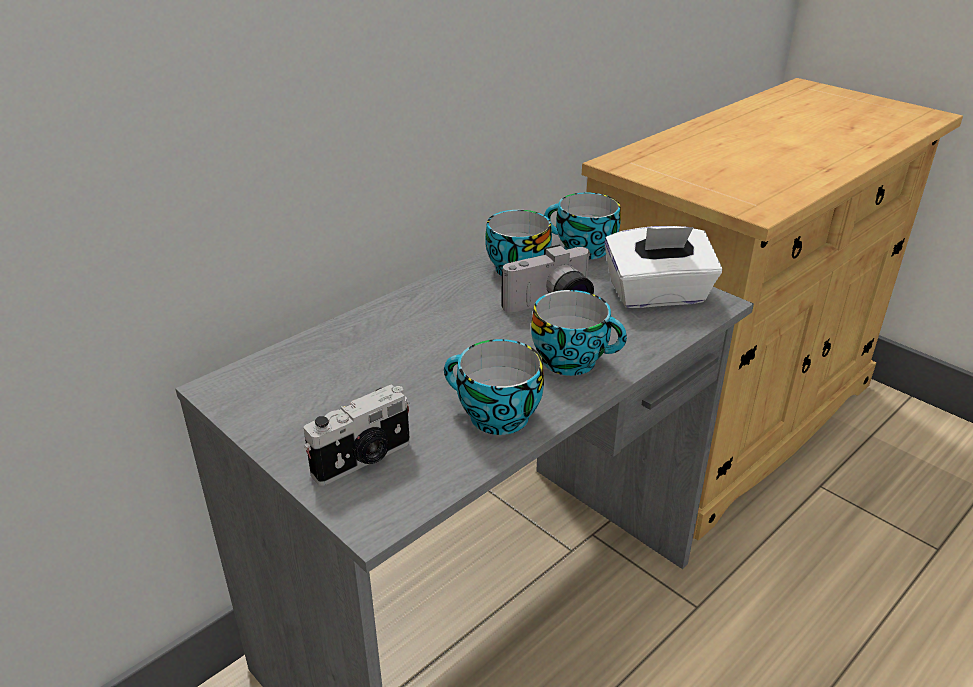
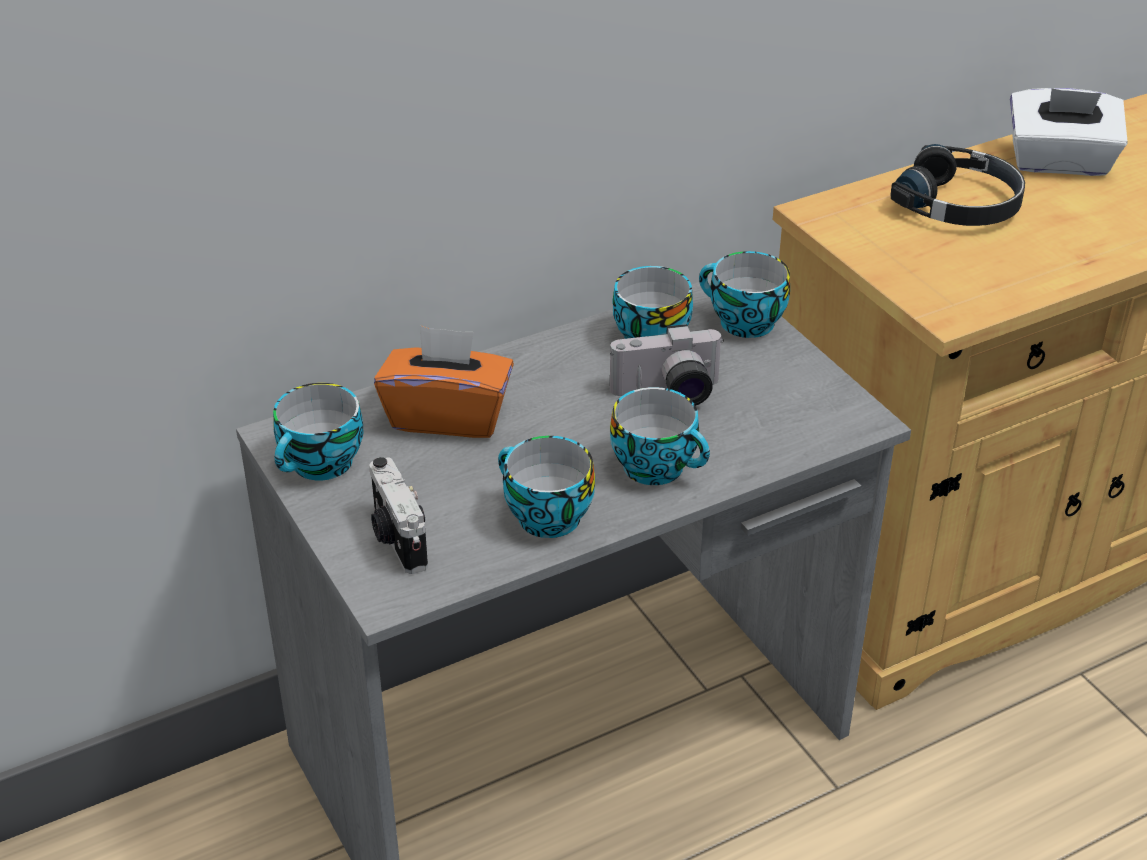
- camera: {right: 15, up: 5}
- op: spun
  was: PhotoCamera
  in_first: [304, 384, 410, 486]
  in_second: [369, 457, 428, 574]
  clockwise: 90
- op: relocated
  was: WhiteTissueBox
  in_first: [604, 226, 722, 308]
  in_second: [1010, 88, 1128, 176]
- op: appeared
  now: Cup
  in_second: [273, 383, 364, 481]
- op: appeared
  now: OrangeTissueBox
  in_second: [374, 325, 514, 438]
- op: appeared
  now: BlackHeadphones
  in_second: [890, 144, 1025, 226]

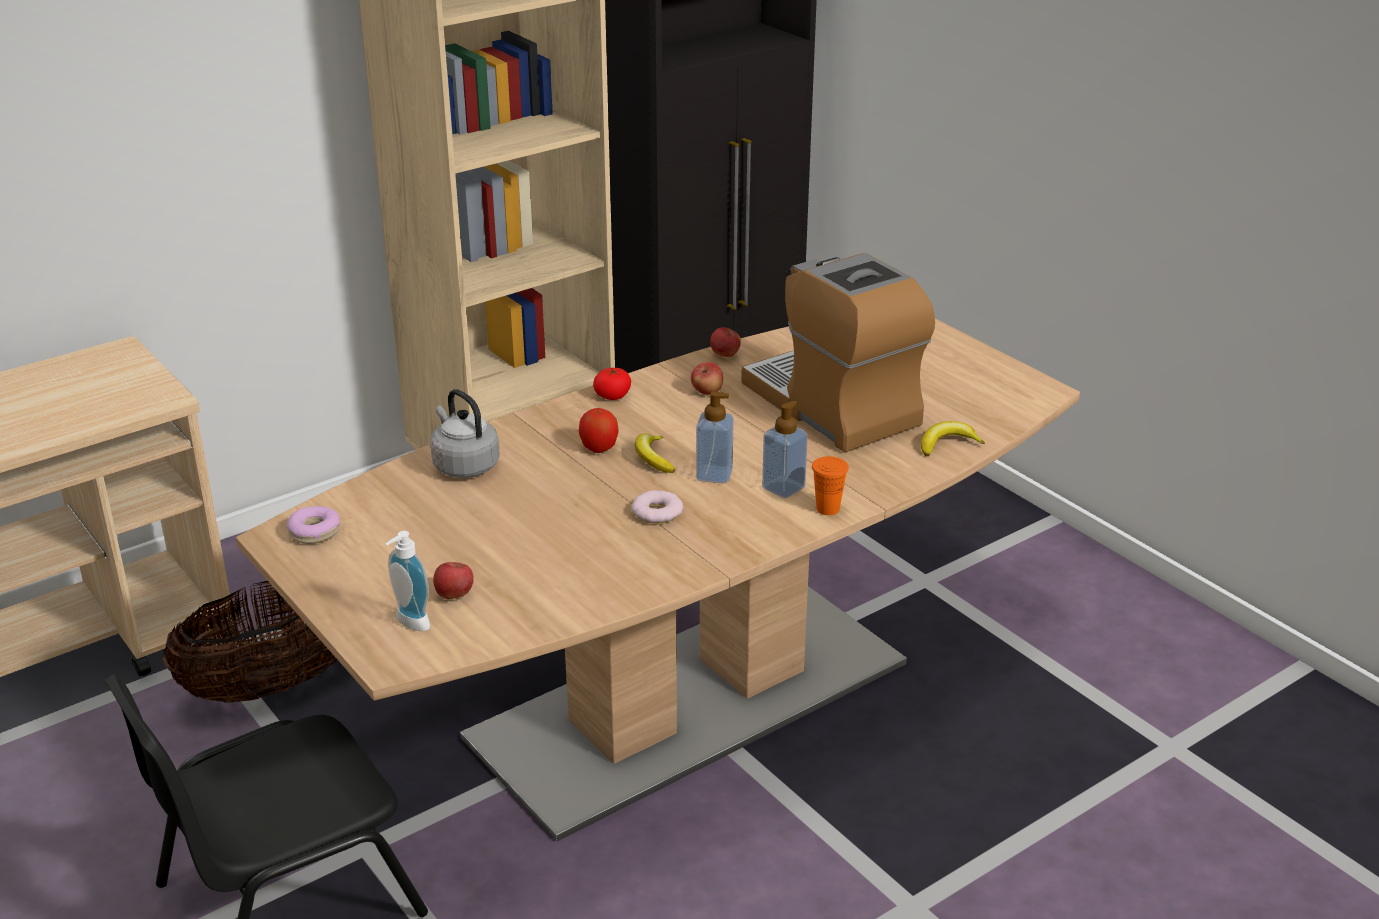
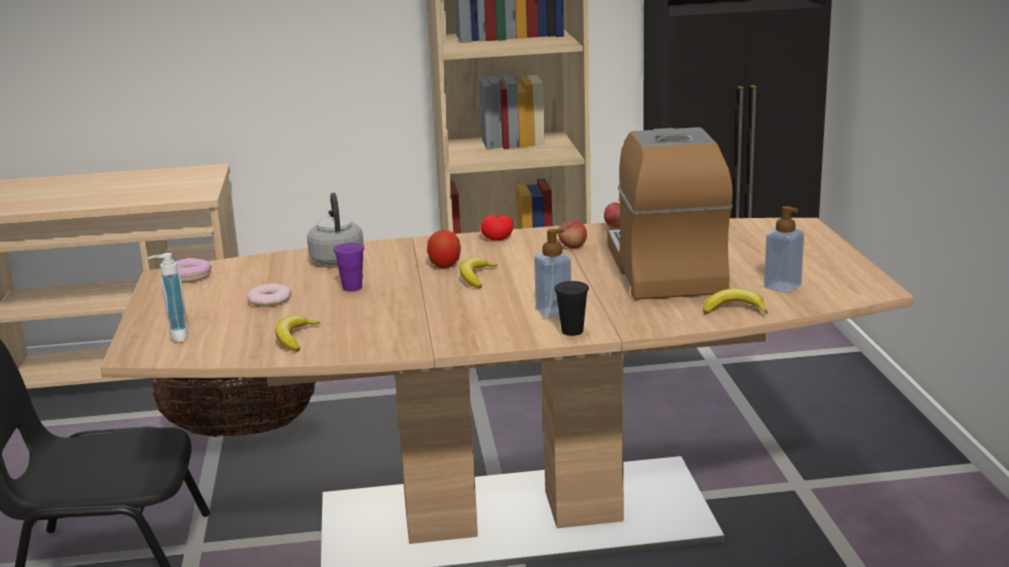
- camera: {right: 30, up: -10}
- op: missing
  was: Apple
  in_first: [433, 562, 474, 599]
- op: relocated
  was: Donut
  in_first: [631, 490, 683, 524]
  in_second: [247, 284, 292, 307]
- op: relocated
  was: SoapDispenser
  in_first: [696, 391, 734, 483]
  in_second: [764, 206, 804, 293]
- op: colour
  was: OrangeCup
  now: BlackCup
  in_first: [812, 456, 849, 515]
  in_second: [554, 281, 589, 336]
- op: appeared
  now: Banana
  in_second: [275, 315, 321, 352]
- op: appeared
  now: PurpleCup
  in_second: [333, 243, 364, 292]

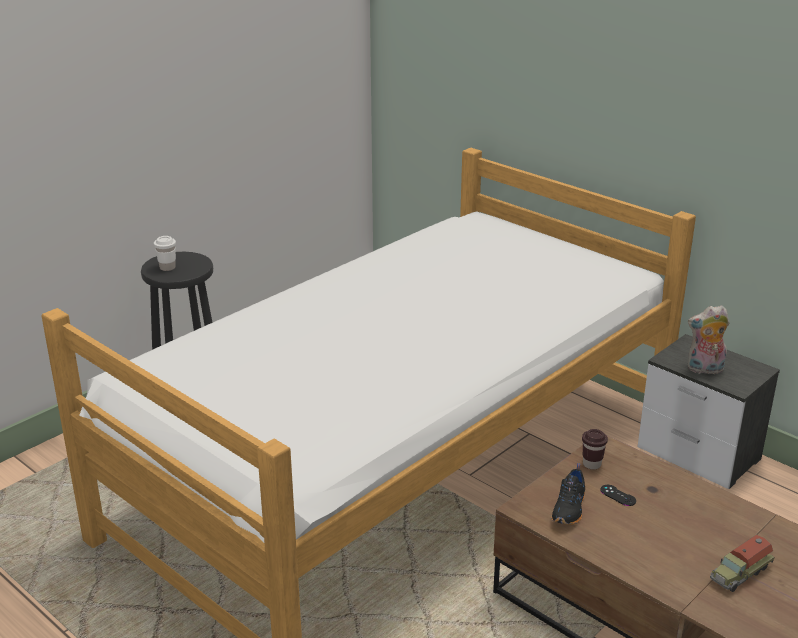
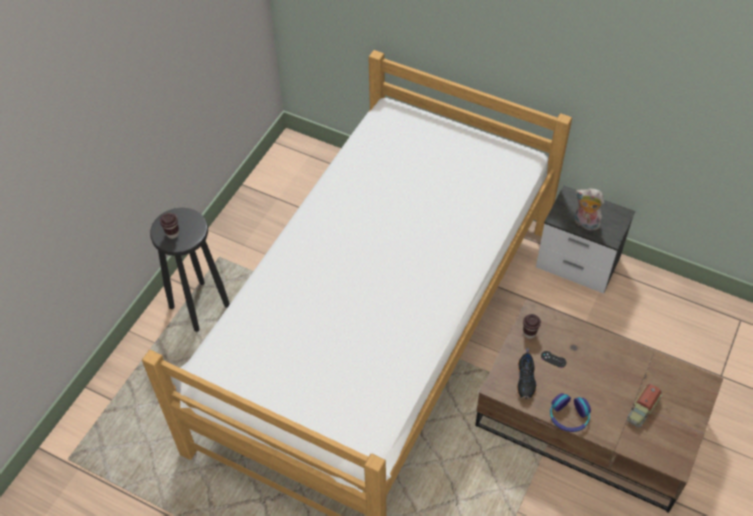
- camera: {right: -15, up: 25}
- op: colour
  was: WhiteCup
  now: BrownCup
  in_first: [154, 236, 176, 271]
  in_second: [160, 213, 179, 239]
- op: spun
  was: PlushToy
  in_first: [688, 305, 730, 374]
  in_second: [575, 188, 604, 231]
  clockwise: 45
- op: appeared
  now: Headphones
  in_second: [550, 393, 591, 432]

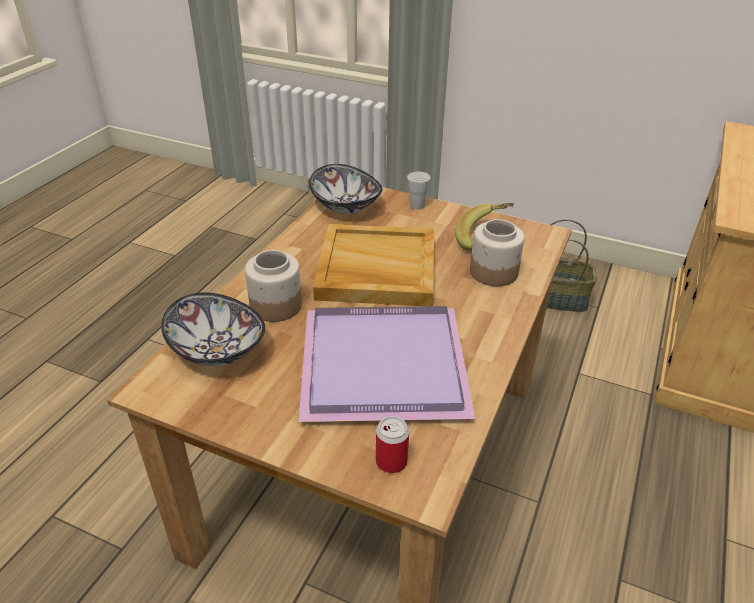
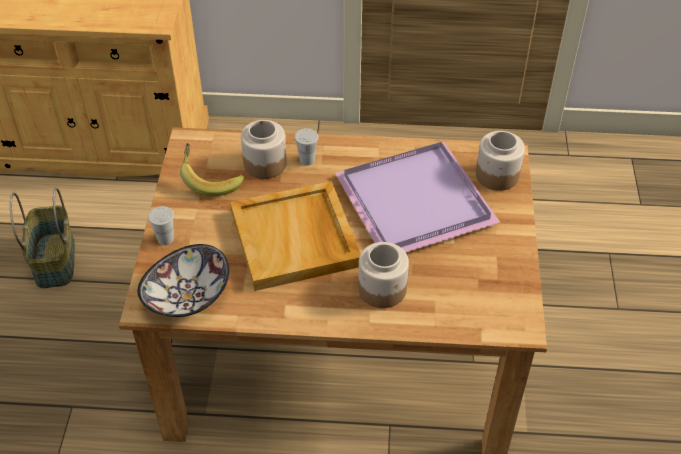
- camera: {right: -110, up: 10}
- op: missing
  was: Bowl
  in_first: [161, 293, 265, 366]
- op: exchanged
  was: Can
  now: Jar
  in_first: [376, 416, 409, 473]
  in_second: [476, 131, 525, 191]
- op: appeared
  now: WhiteCup
  in_second: [294, 128, 318, 166]

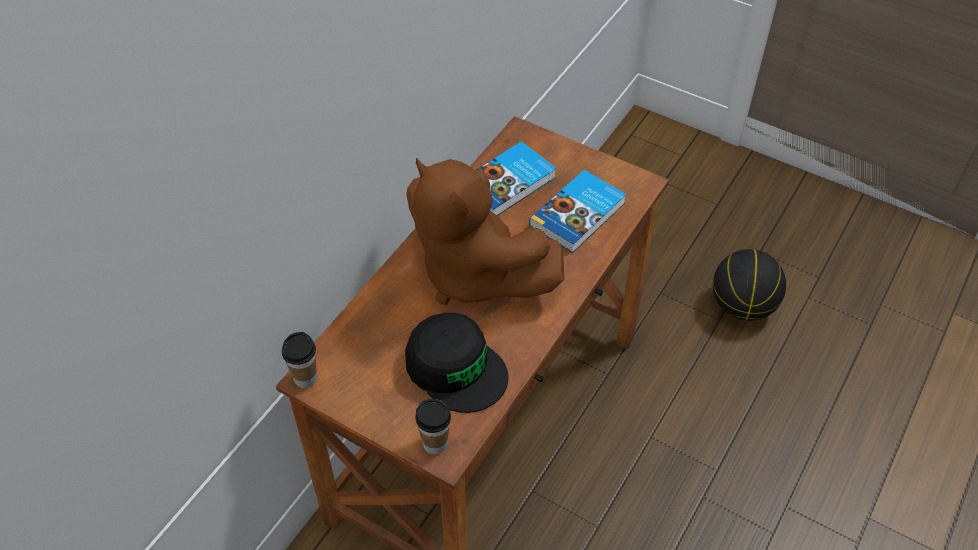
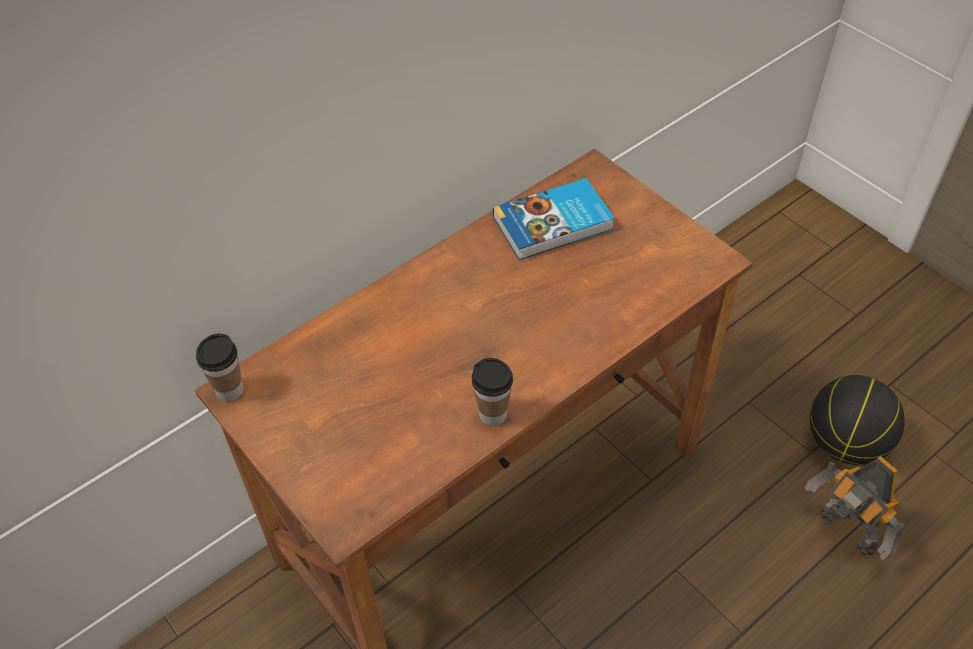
- camera: {right: 20, up: 0}
- op: missing
  was: BlackCap
  in_first: [405, 313, 509, 413]
- op: missing
  was: BrownPlushToy
  in_first: [406, 158, 564, 305]
- op: relocated
  was: Cup
  in_first: [415, 399, 451, 455]
  in_second: [472, 358, 513, 426]
- op: missing
  was: Book
  in_first: [529, 170, 626, 253]
- op: appeared
  now: ToyRobot
  in_second: [804, 456, 906, 561]

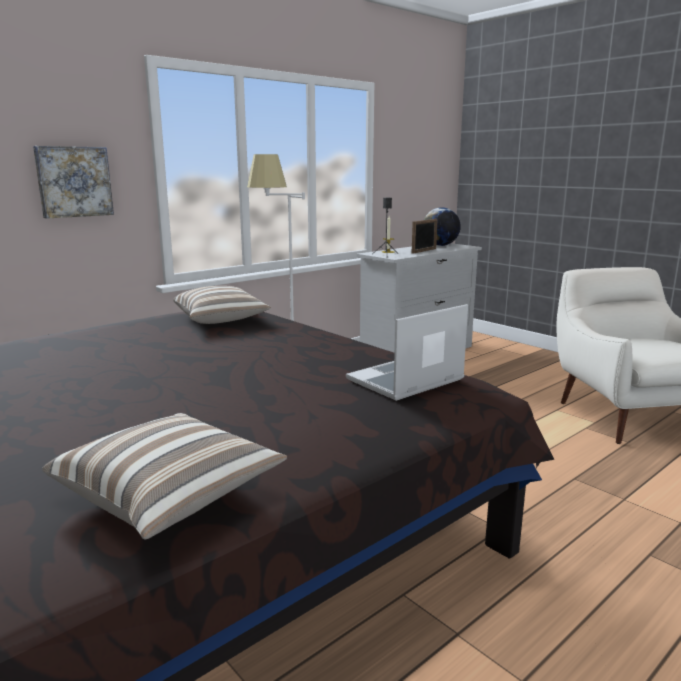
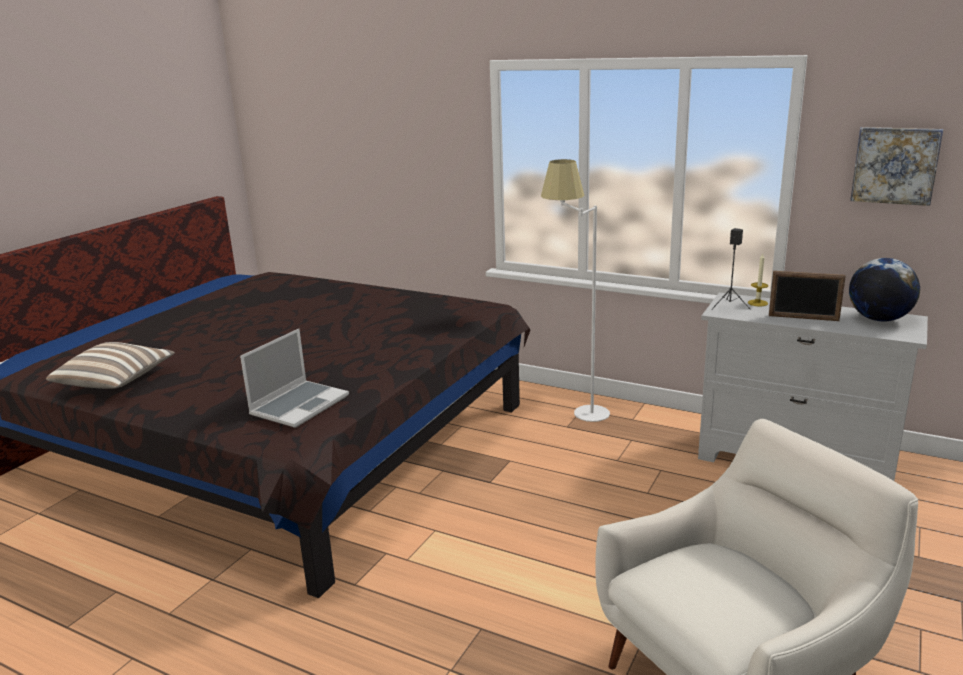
- camera: {right: 70, up: 5}
- op: relocated
  was: Picture
  in_first: [33, 146, 114, 219]
  in_second: [850, 127, 943, 206]
- op: missing
  was: Pillow
  in_first: [173, 286, 271, 324]
- op: spun
  was: Laptop
  in_first: [346, 304, 468, 401]
  in_second: [240, 329, 349, 428]
  clockwise: 90

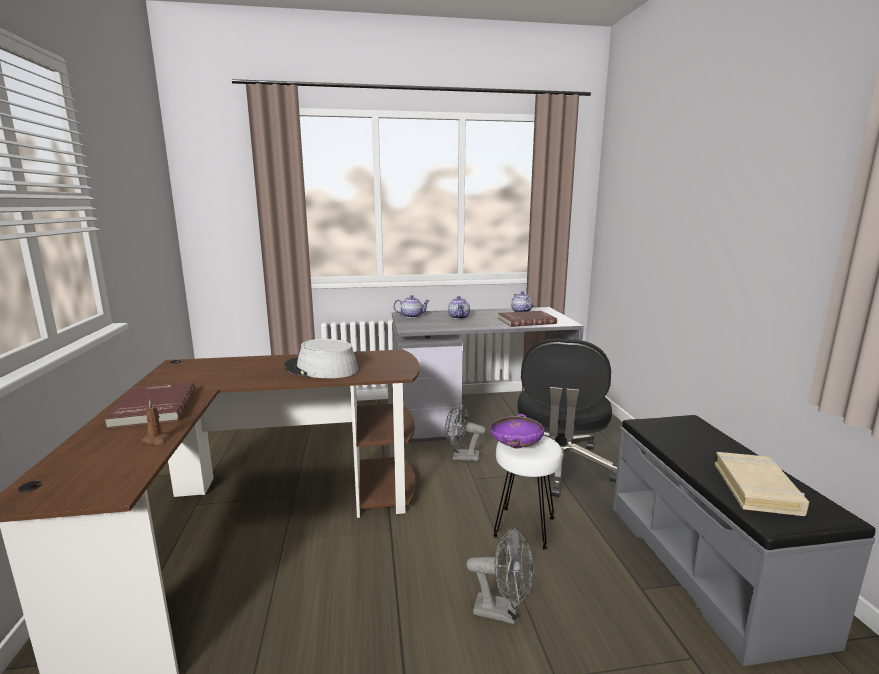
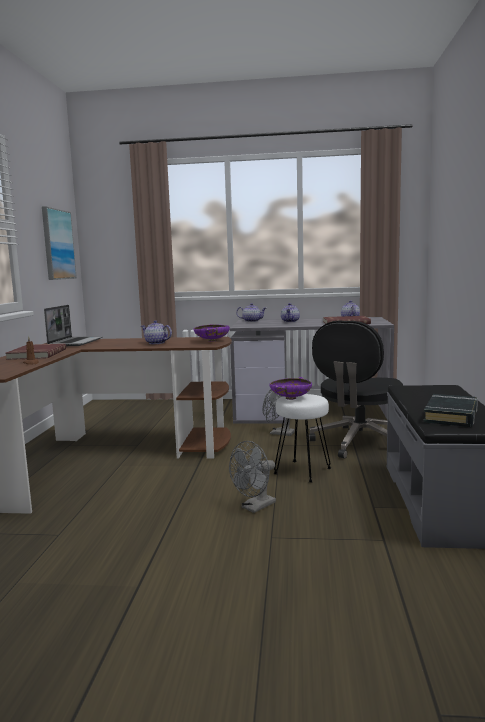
- camera: {right: 15, up: -5}
- op: exchanged
  was: GreyHat
  now: Teapot
  in_first: [284, 339, 358, 378]
  in_second: [141, 320, 172, 344]
- op: spun
  was: GreyFan
  in_first: [466, 527, 533, 624]
  in_second: [229, 441, 276, 513]
  clockwise: 105
- op: colour
  was: BeigeBook
  now: BlackBook
  in_first: [715, 452, 809, 516]
  in_second: [424, 394, 478, 427]
- op: appeared
  now: Picture
  in_second: [42, 206, 77, 280]
- op: appeared
  now: Laptop
  in_second: [44, 305, 103, 346]
- op: appeared
  now: PurpleBowl
  in_second: [193, 324, 230, 341]

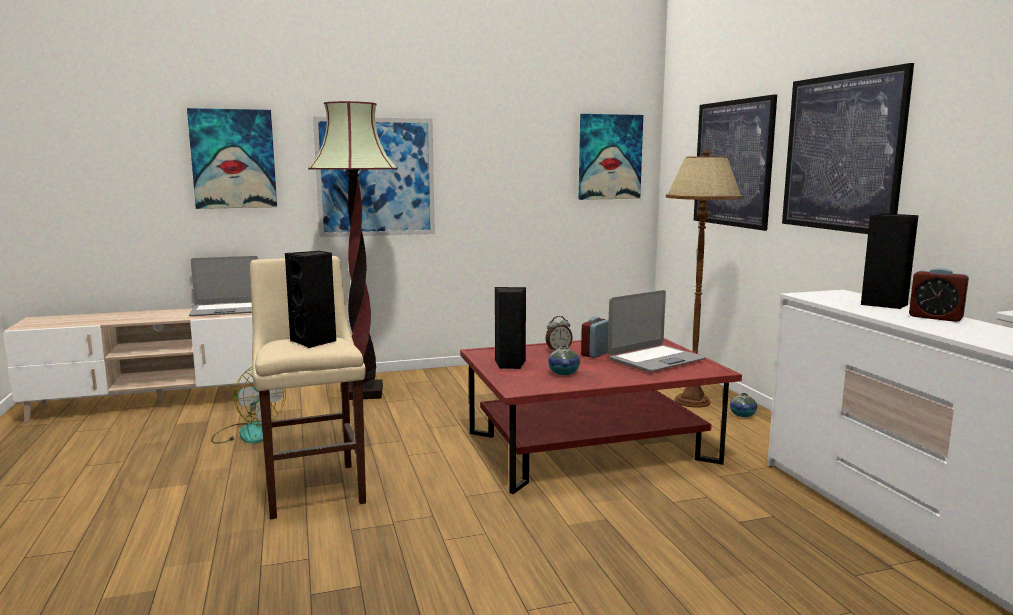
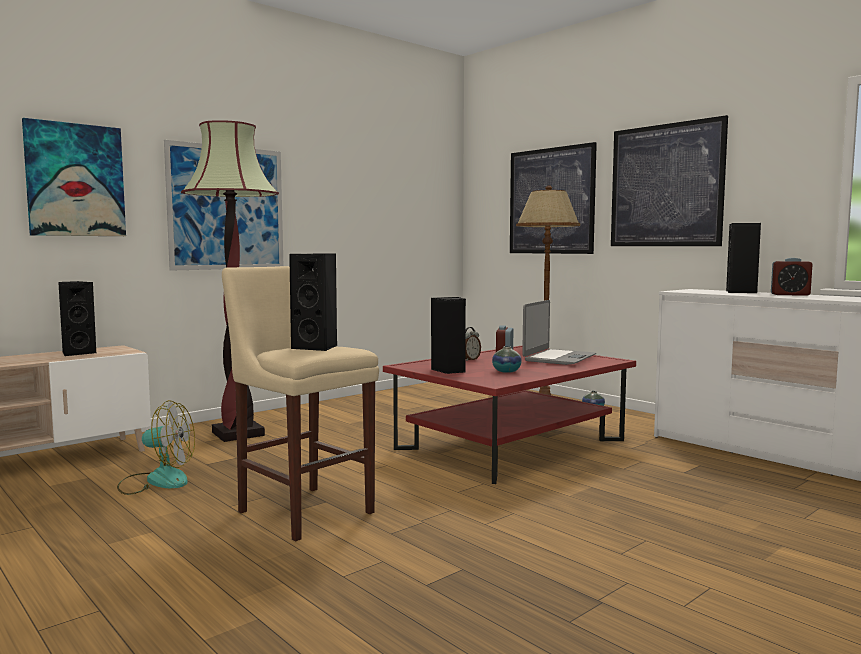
- camera: {right: -25, up: -5}
- op: exchanged
  was: Laptop
  now: BlackSpeaker
  in_first: [189, 256, 258, 316]
  in_second: [58, 281, 96, 356]
- op: missing
  was: Picture
  in_first: [579, 114, 643, 200]

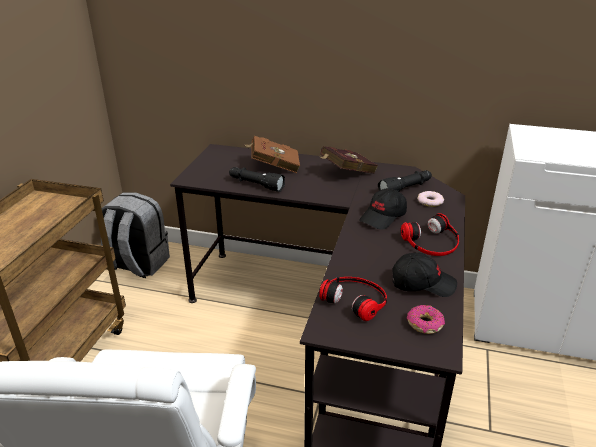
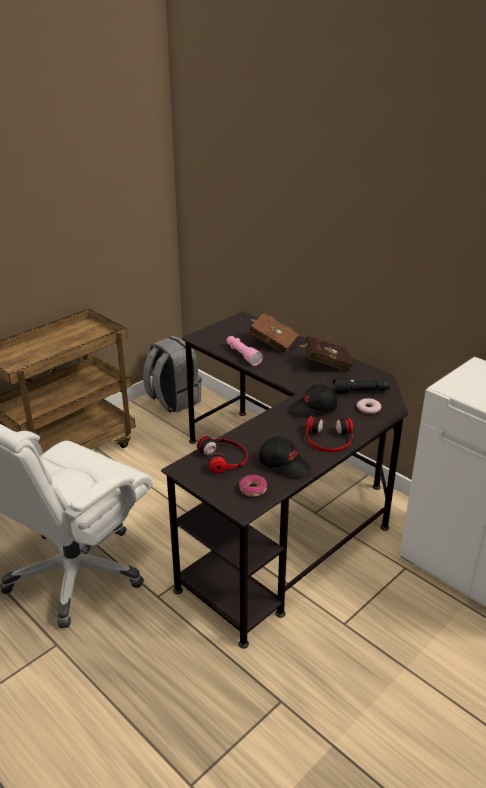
- camera: {right: 30, up: 0}
- op: colour
  was: BlackFlashlight
  now: PinkFlashlight
  in_first: [229, 167, 285, 192]
  in_second: [227, 336, 263, 366]

